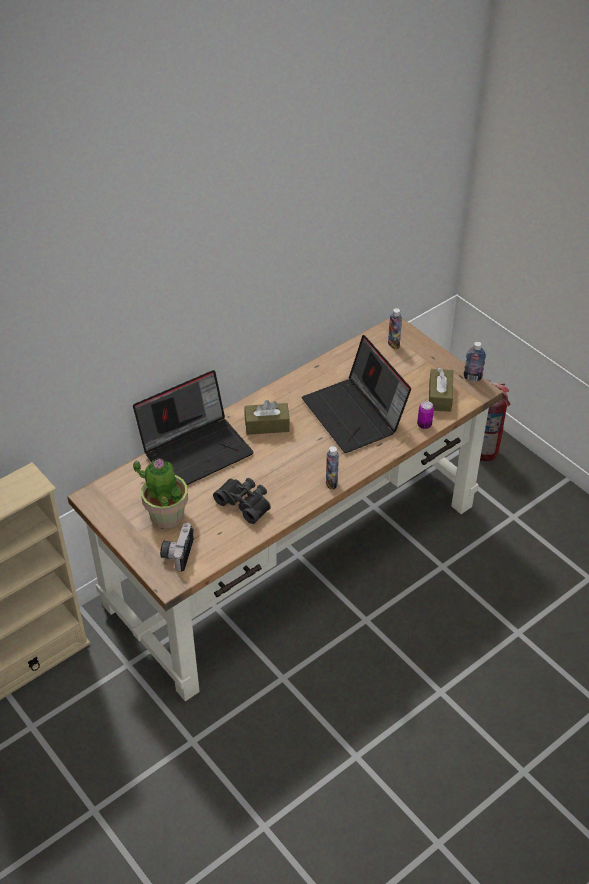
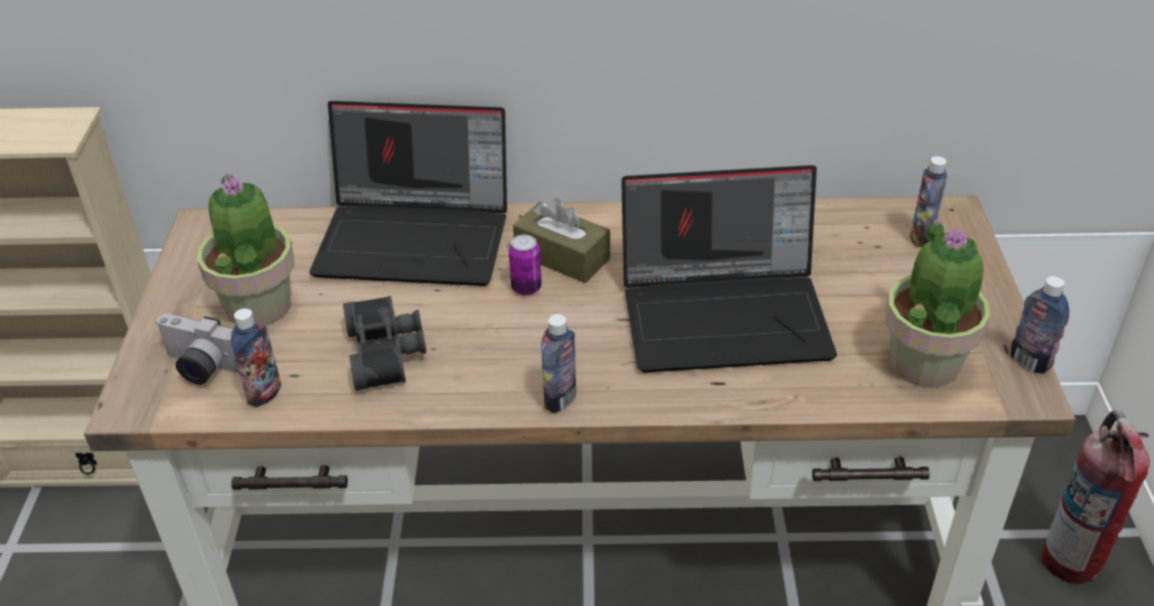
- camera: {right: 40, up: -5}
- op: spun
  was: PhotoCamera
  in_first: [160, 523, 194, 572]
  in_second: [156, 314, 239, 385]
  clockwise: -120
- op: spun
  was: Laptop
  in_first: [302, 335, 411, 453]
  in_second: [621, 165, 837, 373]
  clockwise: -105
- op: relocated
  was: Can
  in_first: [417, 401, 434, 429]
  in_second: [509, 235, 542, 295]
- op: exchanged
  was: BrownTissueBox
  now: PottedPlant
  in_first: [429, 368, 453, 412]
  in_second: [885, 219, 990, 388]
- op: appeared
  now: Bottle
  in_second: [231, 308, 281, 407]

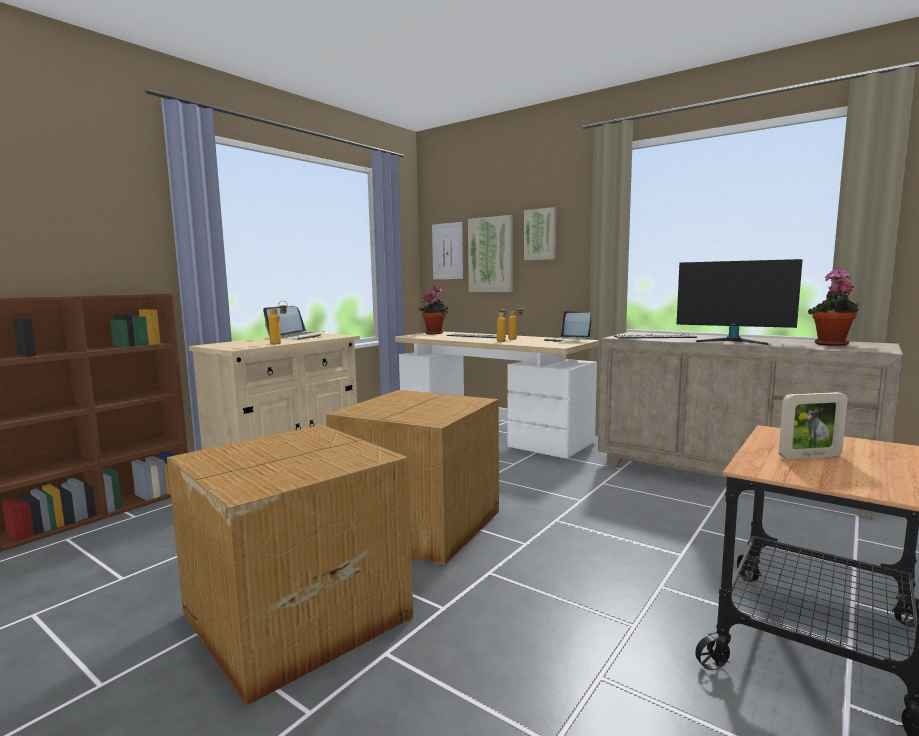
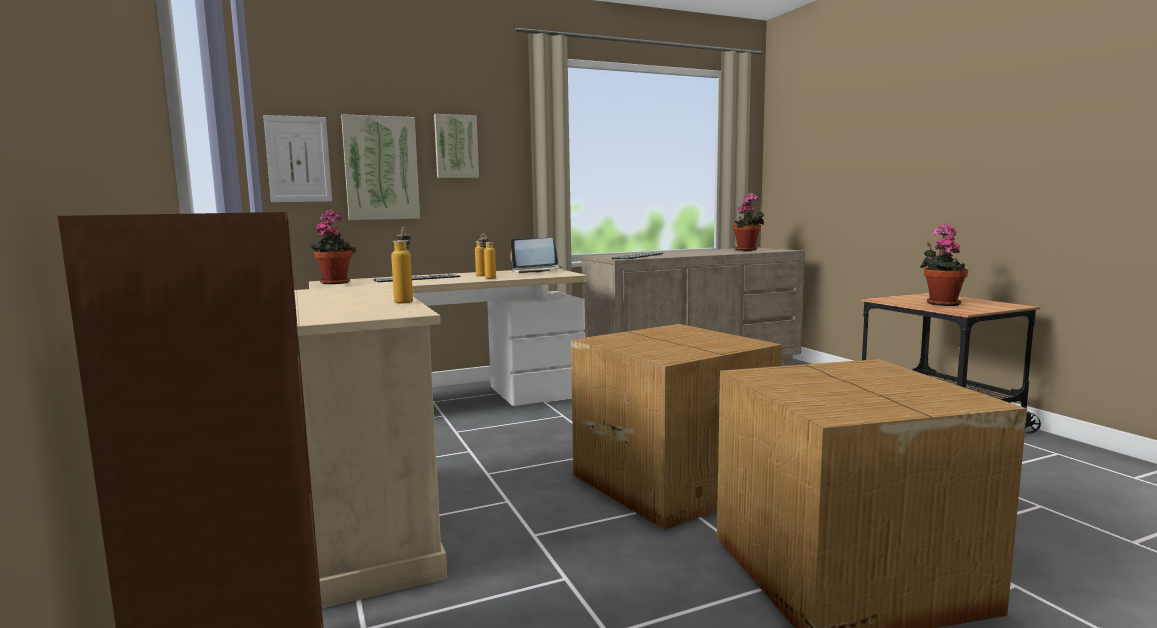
- camera: {right: -60, up: 0}
- op: missing
  was: Laptop
  in_first: [263, 306, 325, 340]
- op: missing
  was: Monitor
  in_first: [677, 259, 803, 345]
- op: exchanged
  was: PictureFrame
  now: PottedPlant
  in_first: [779, 392, 848, 459]
  in_second: [920, 224, 968, 306]

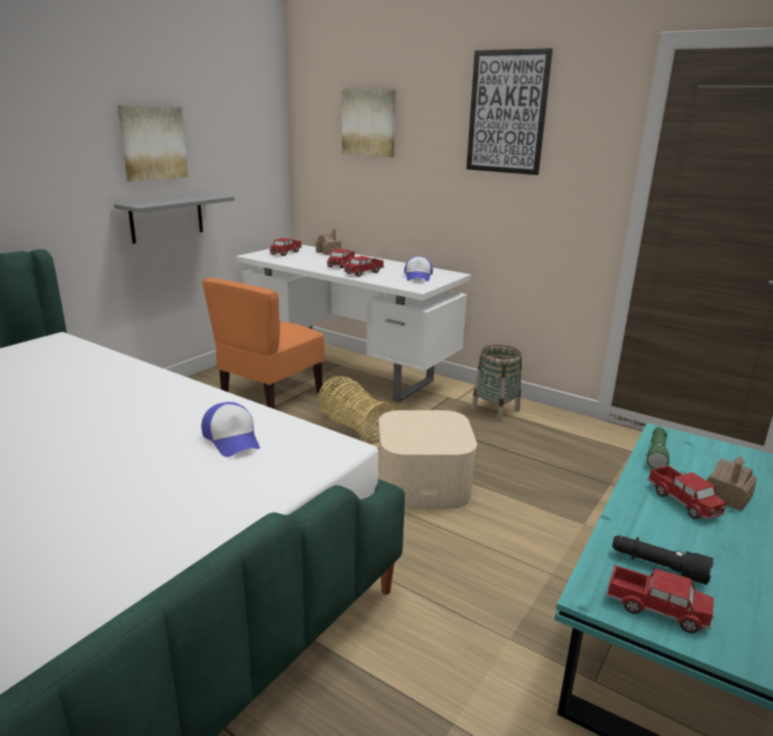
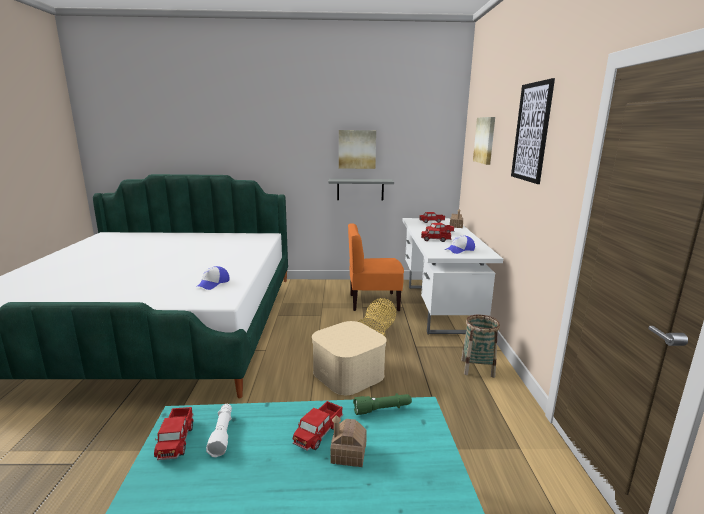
- camera: {right: 55, up: -5}
- op: colour
  was: BlackFlashlight
  now: WhiteFlashlight
  in_first: [612, 535, 714, 585]
  in_second: [206, 404, 232, 457]

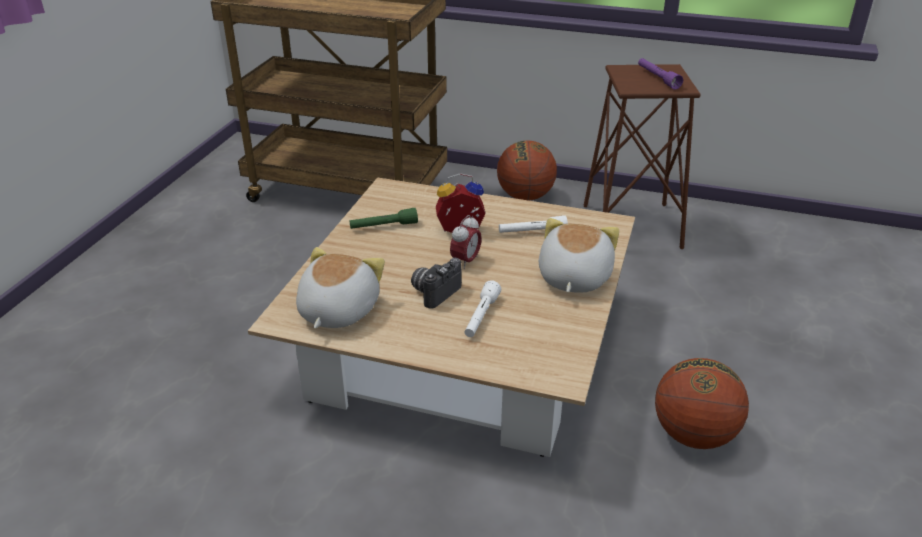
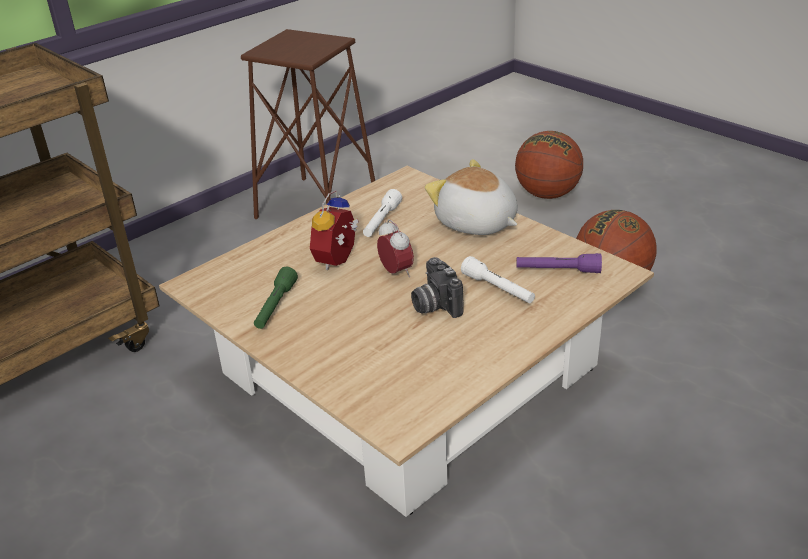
- camera: {right: -60, up: 0}
- op: missing
  was: PlushToy
  in_first: [296, 247, 385, 329]
- op: relocated
  was: Basketball
  in_first: [497, 140, 557, 201]
  in_second: [515, 131, 583, 199]
- op: relocated
  was: PurpleFlashlight
  in_first: [638, 58, 683, 89]
  in_second: [516, 253, 602, 273]

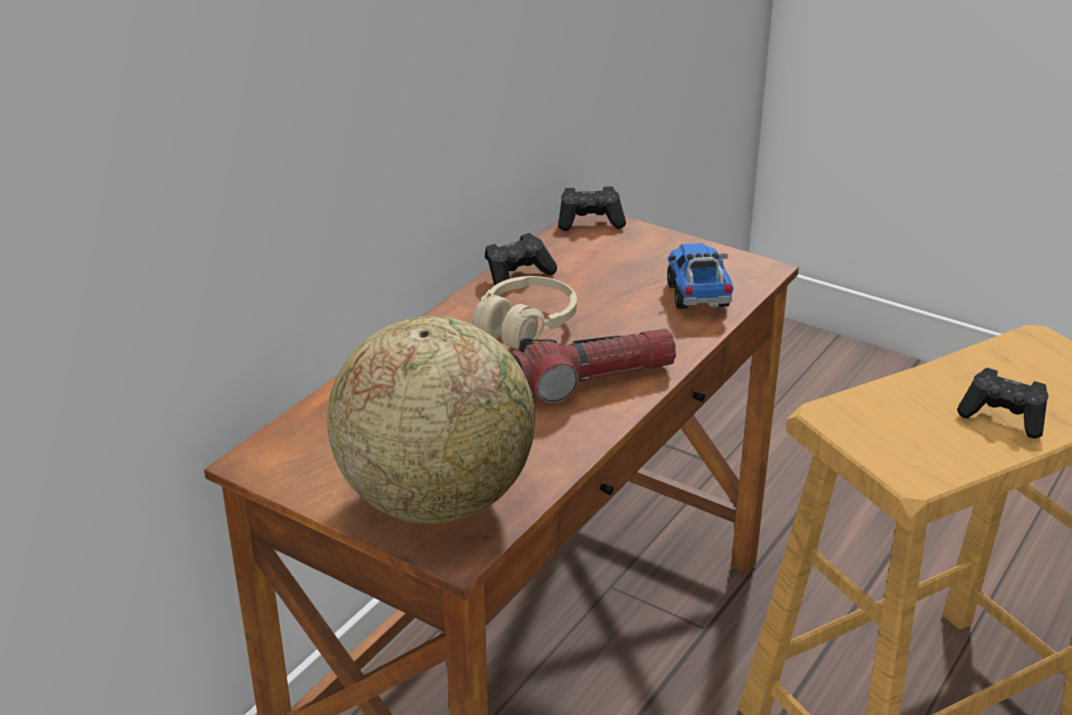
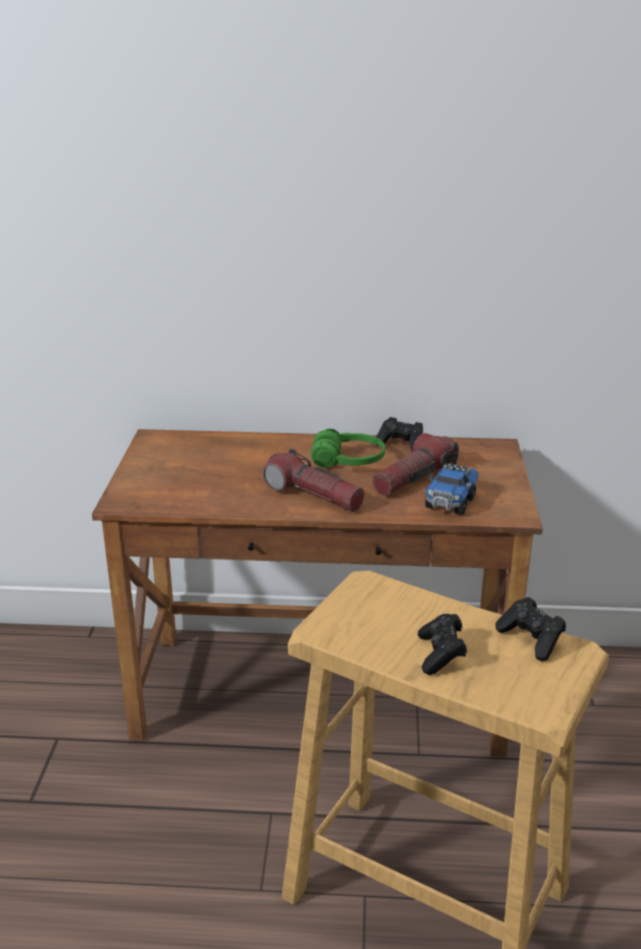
- camera: {right: 60, up: -5}
- op: missing
  was: Globe
  in_first: [327, 316, 535, 524]
- op: colour
  was: BeigeHeadphones
  now: GreenHeadphones
  in_first: [472, 276, 577, 349]
  in_second: [311, 429, 385, 468]
- op: relocated
  was: BlackGameController
  in_first: [558, 186, 626, 231]
  in_second: [495, 597, 566, 661]
- op: spun
  was: ToyTruck
  in_first: [667, 243, 734, 309]
  in_second: [425, 463, 479, 515]
  clockwise: 150
- op: appeared
  now: Flashlight
  in_second: [372, 433, 459, 496]

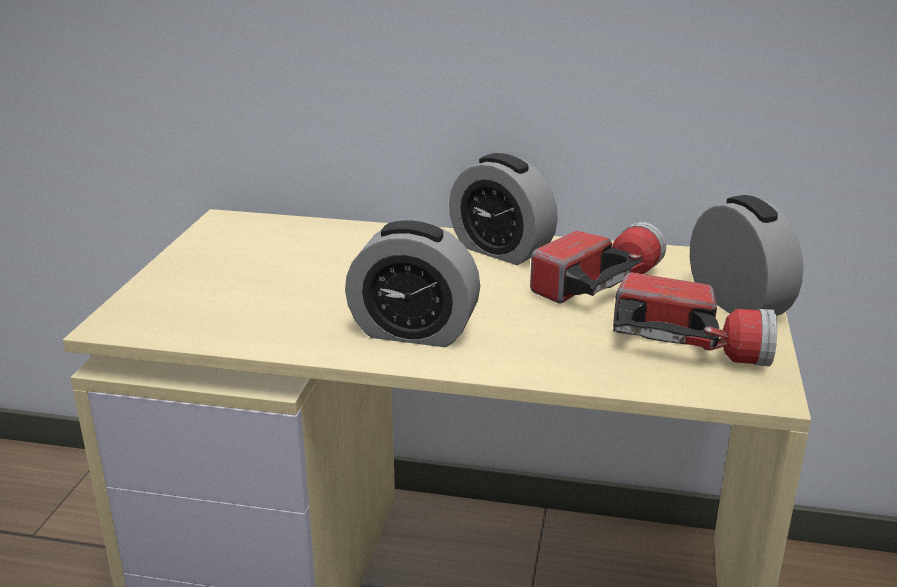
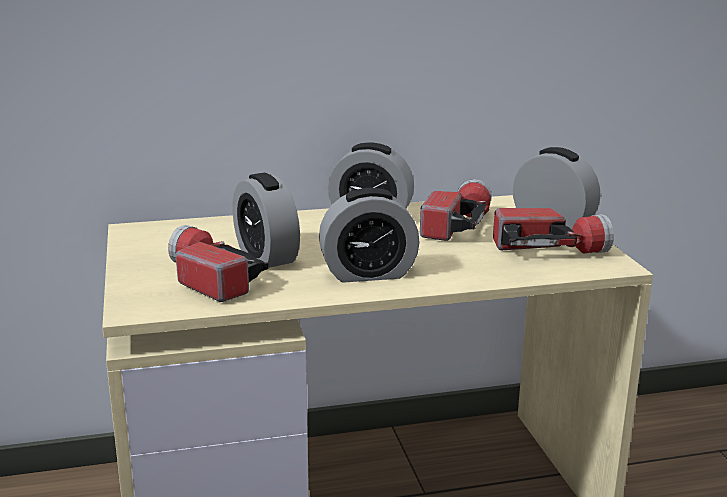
- camera: {right: -25, up: -5}
- op: appeared
  now: Flashlight
  in_second: [168, 225, 269, 302]
- op: appeared
  now: AlarmClock
  in_second: [233, 173, 300, 268]

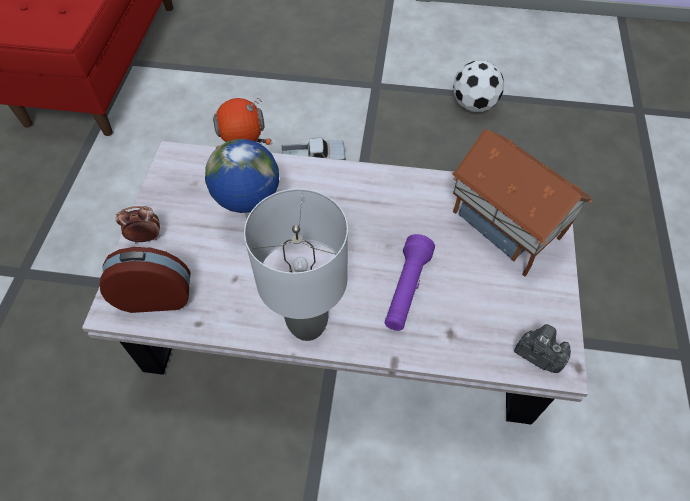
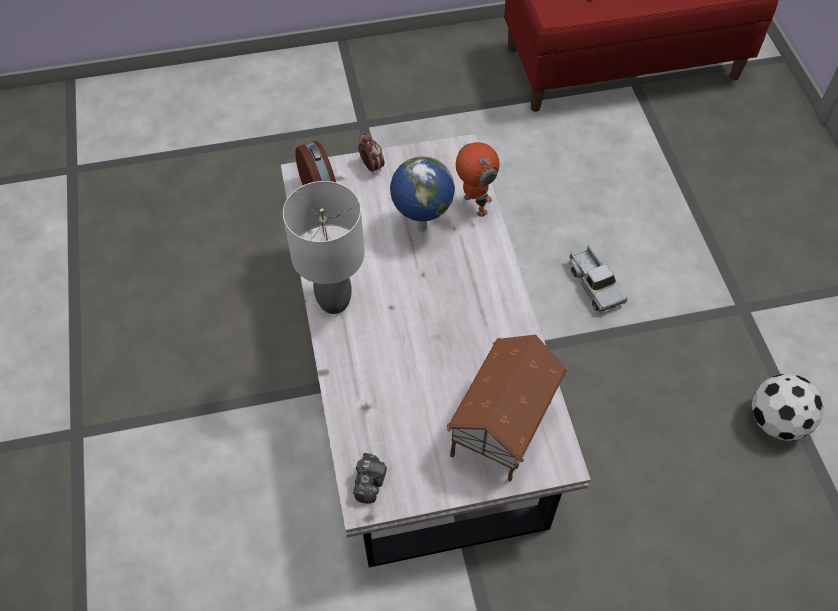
- camera: {right: 70, up: 0}
- op: missing
  was: PurpleFlashlight
  in_first: [385, 234, 435, 331]

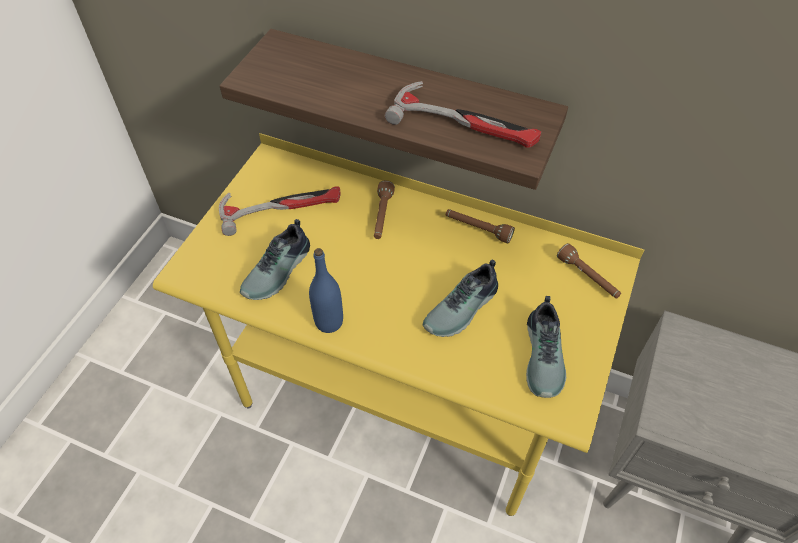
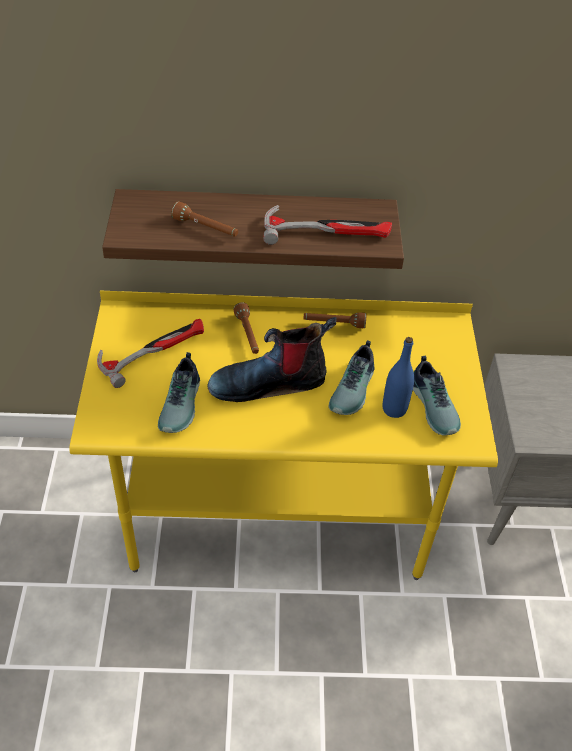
- camera: {right: -25, up: -5}
- op: relocated
  was: BlueBottle
  in_first: [309, 248, 343, 333]
  in_second: [383, 337, 414, 418]
- op: relocated
  was: BrownFlashlight
  in_first: [557, 243, 621, 298]
  in_second: [171, 201, 238, 236]
- op: appeared
  now: Boot
  in_second: [207, 317, 337, 402]

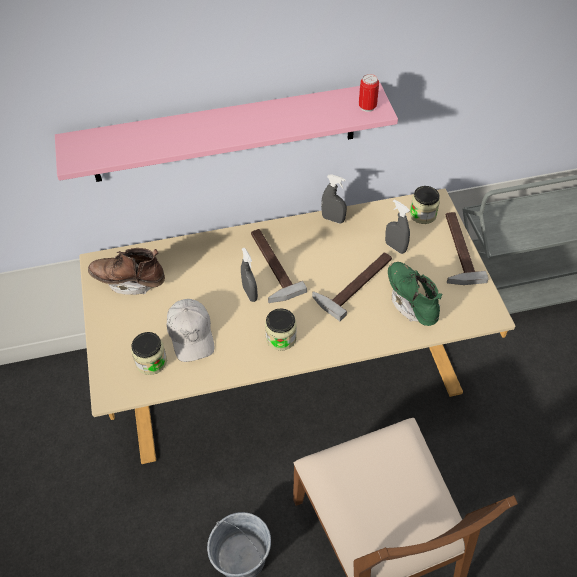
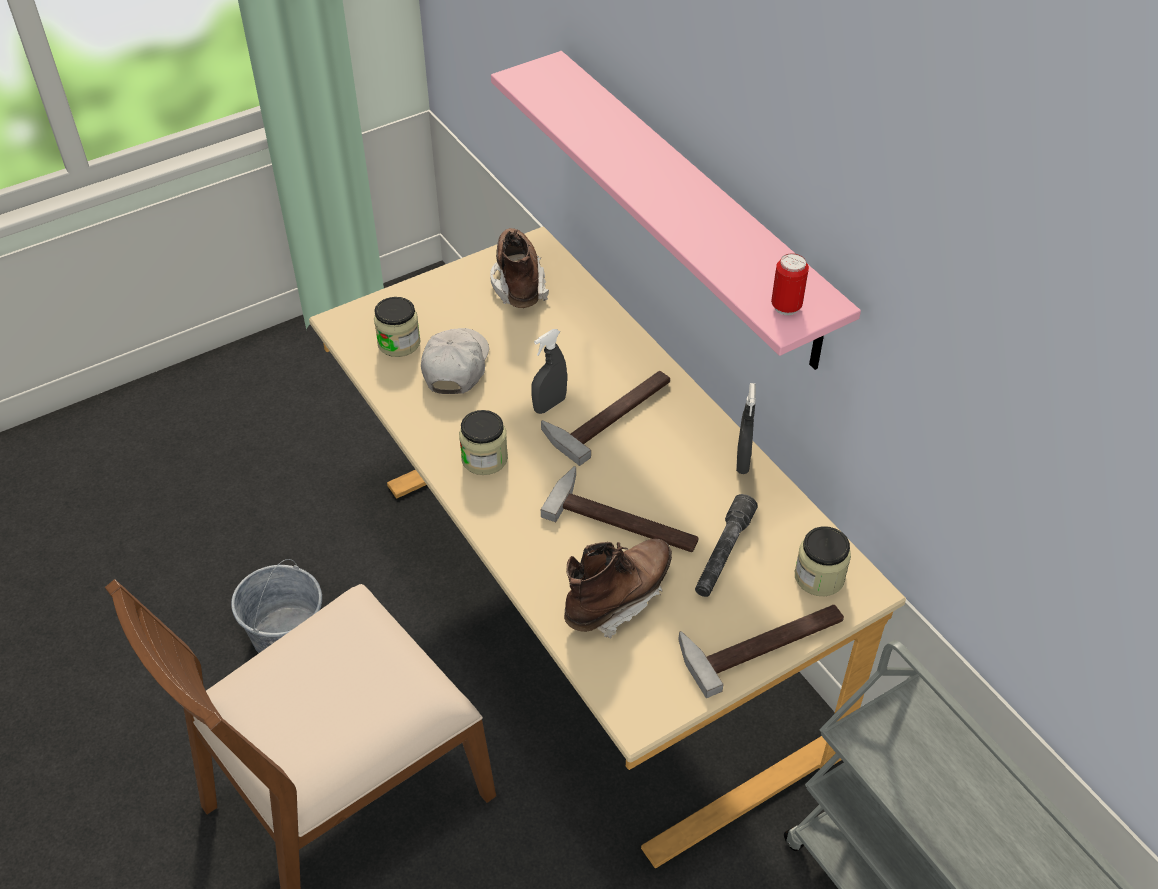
- camera: {right: 70, up: -5}
- op: spun
  was: WhiteCap
  in_first: [167, 299, 214, 362]
  in_second: [421, 328, 489, 394]
  clockwise: 135
- op: exchanged
  was: GreySprayBottle
  now: GreyFlashlight
  in_first: [385, 199, 410, 254]
  in_second: [695, 494, 758, 597]
- op: colour
  was: GreenBoot
  now: BrownBoot
  in_first: [388, 262, 443, 326]
  in_second: [564, 539, 672, 639]

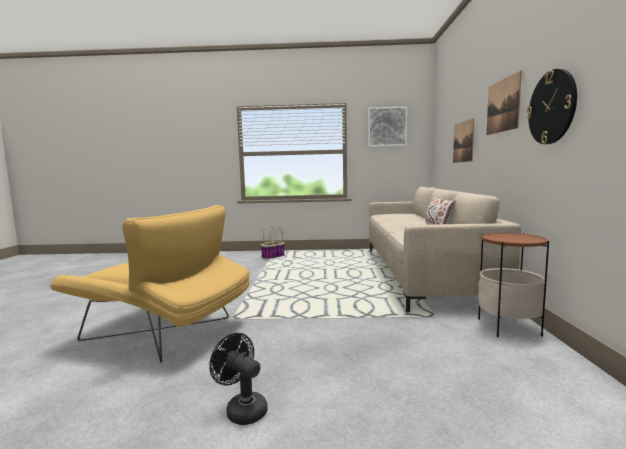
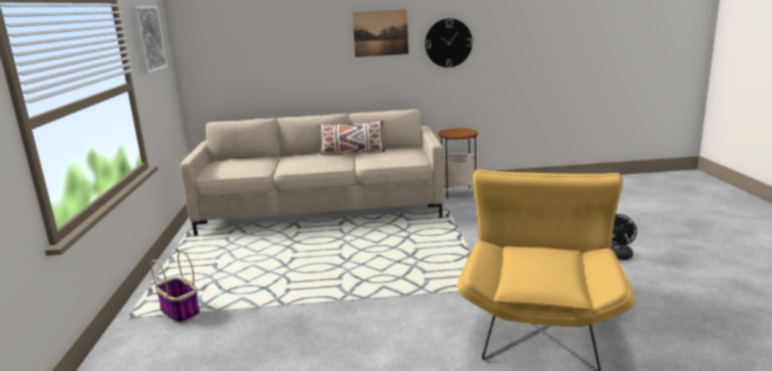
- camera: {right: -95, up: 10}
- op: missing
  was: Picture
  in_first: [453, 118, 474, 163]

